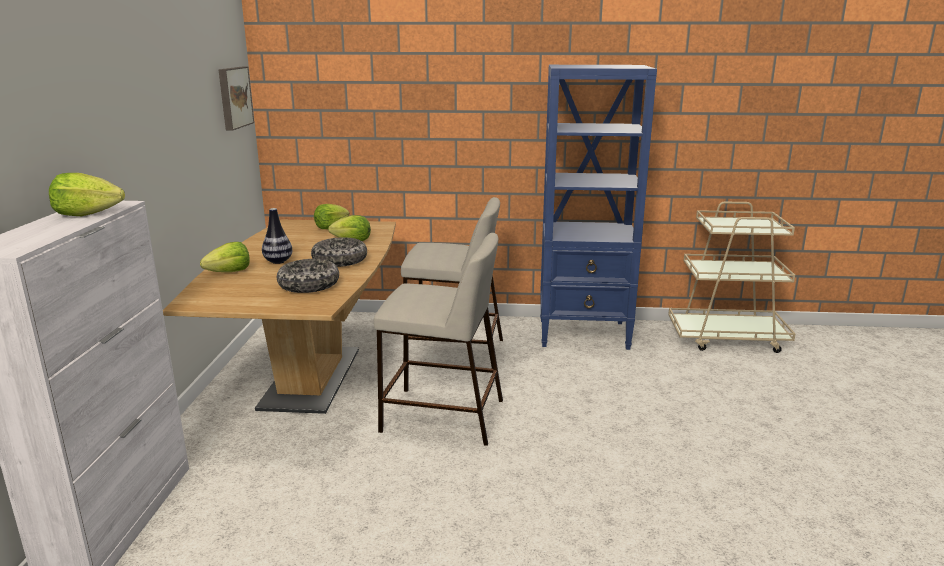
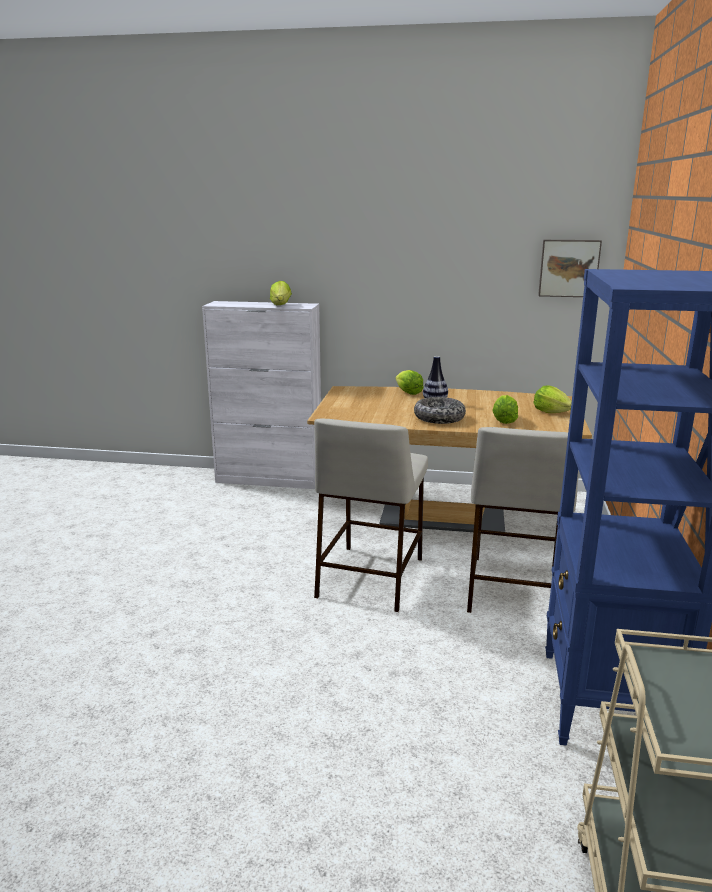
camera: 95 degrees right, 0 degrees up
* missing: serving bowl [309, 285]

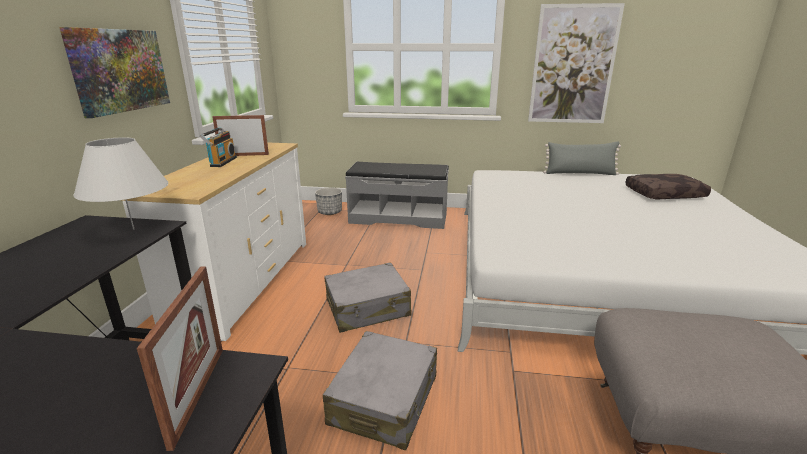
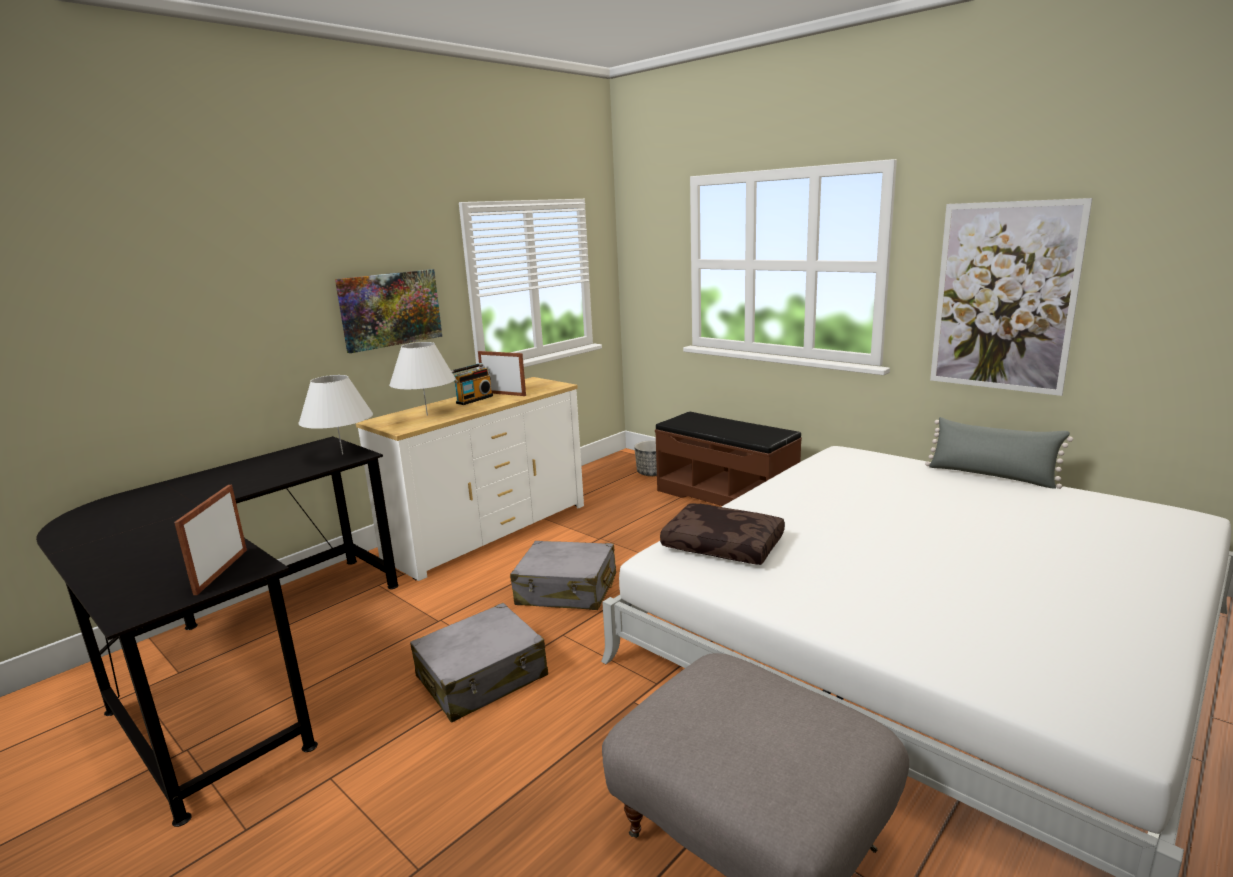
camera: 35 degrees right, 5 degrees down
* colour: long seat (gray) [398, 218] to long seat (brown-coloured) [726, 496]
* relocated: pillow (brown-coloured) [664, 194] to [724, 545]
* spun: standing frame [198, 393] = [221, 571] 150 degrees clockwise
* appeared: lamp for a table (white) [427, 415]

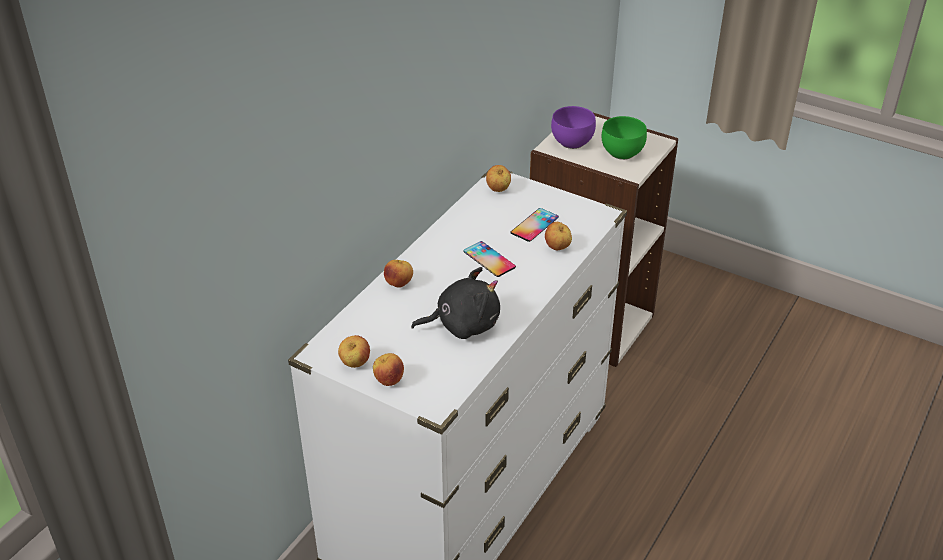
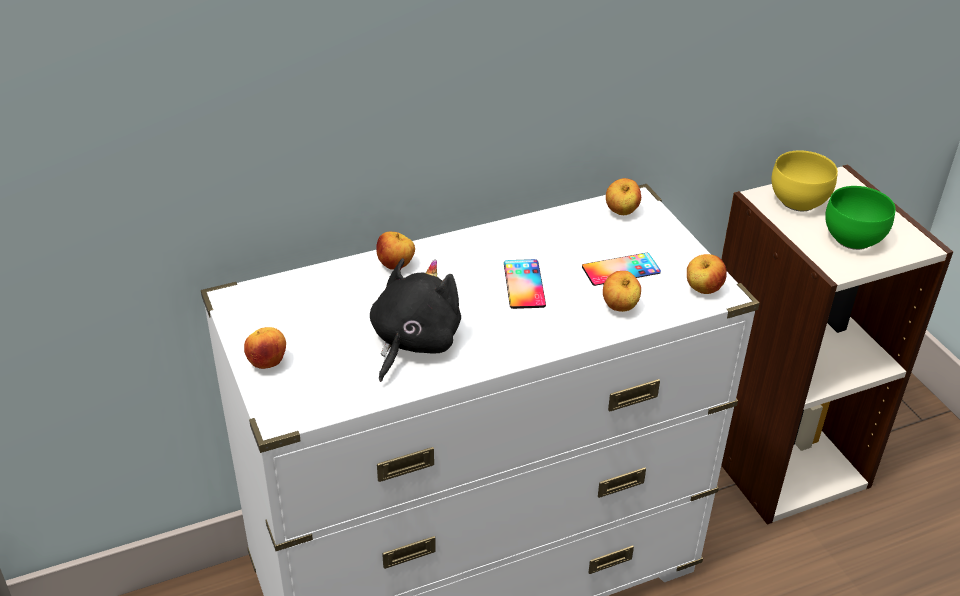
camera: 35 degrees right, 0 degrees up
* colour: serving bowl (purple) [573, 142] to serving bowl (yellowish) [800, 202]
* spun: plush toy (black) [463, 324] = [413, 342] 90 degrees counterclockwise
* relocated: whole apple [355, 364] to [702, 290]

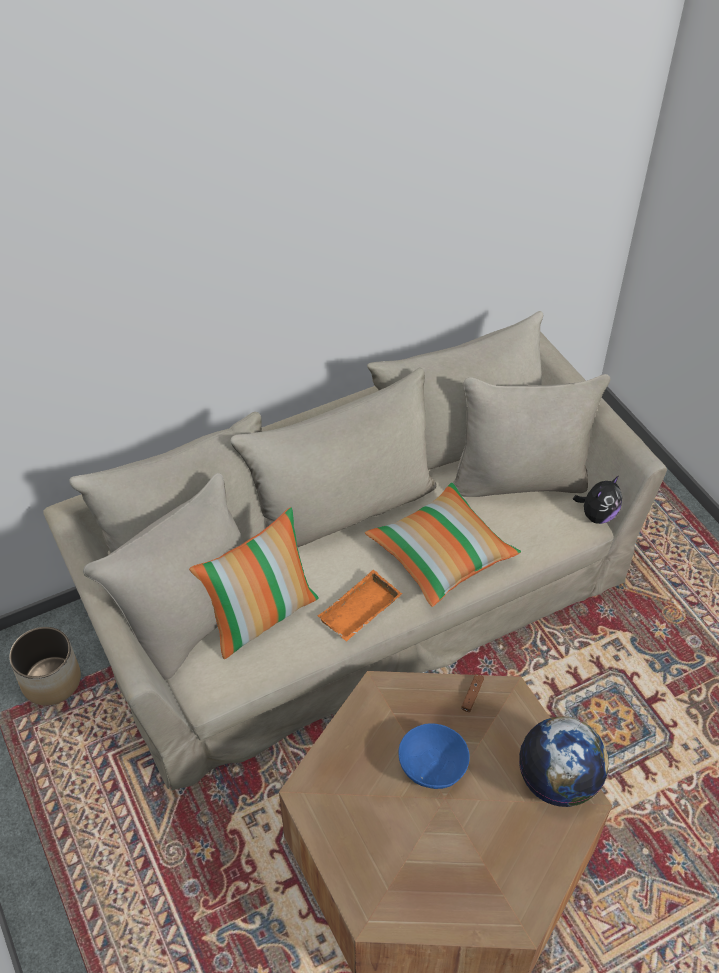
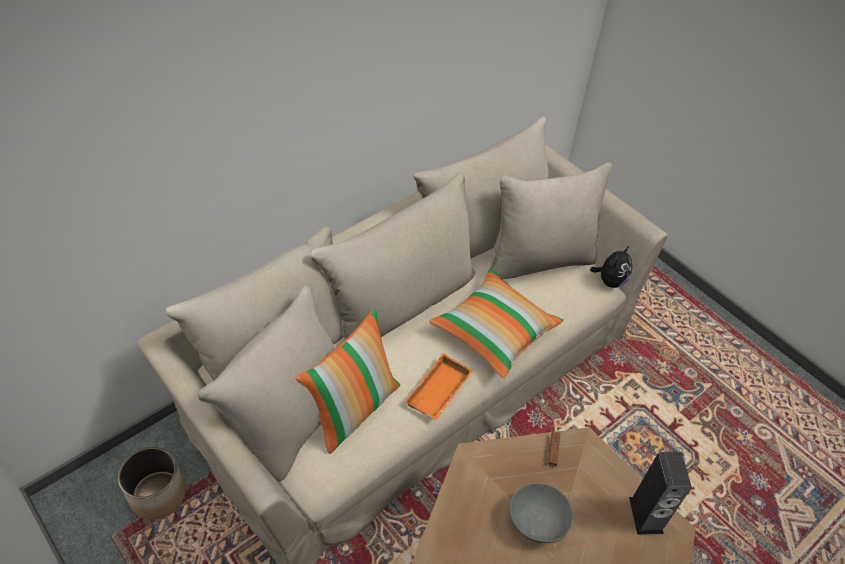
camera: 15 degrees left, 0 degrees up
* exchanged: desk globe [558, 781] to audio speaker [646, 515]
* colour: serving bowl (blue-coloured) [432, 766] to serving bowl (gray) [537, 521]

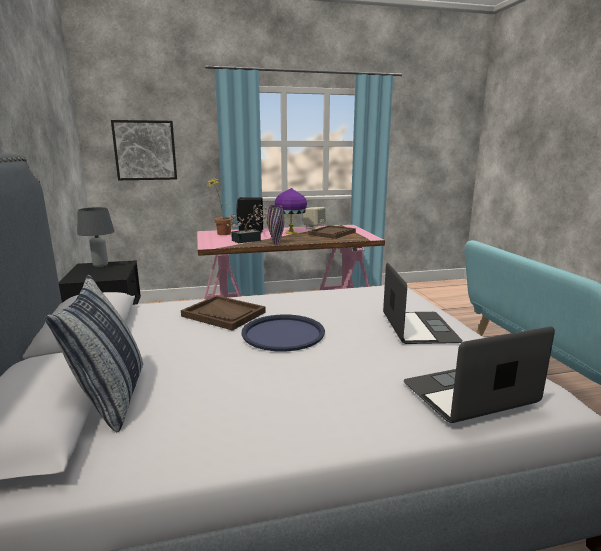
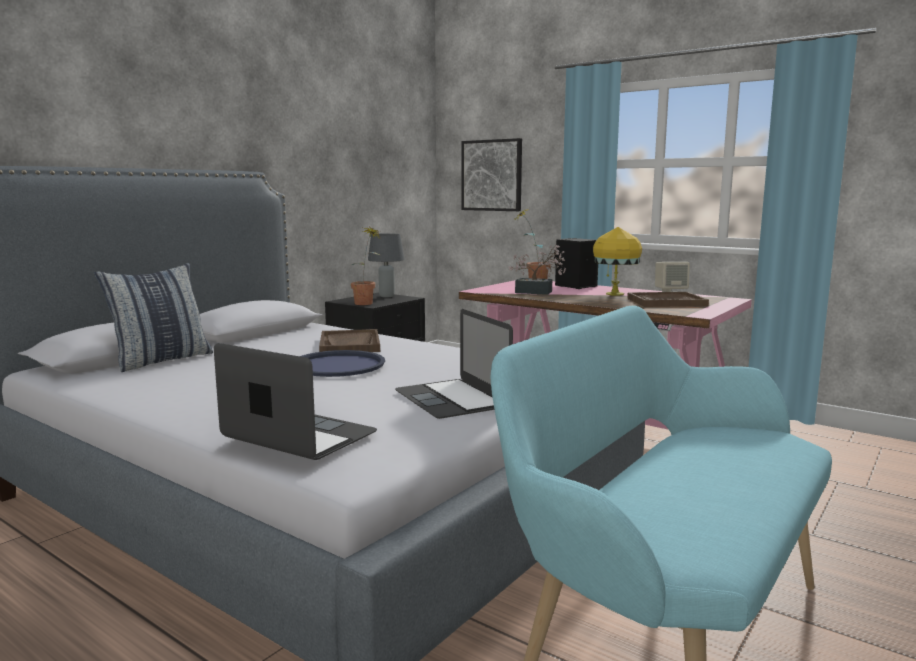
camera: 50 degrees right, 5 degrees down
* colour: lamp for a table (purple) [290, 233] to lamp for a table (yellowish) [615, 294]
* missing: flower vase (purple) [276, 243]
* spun: laptop [418, 327] = [452, 398] 105 degrees clockwise
* appeared: houseplant [367, 302]

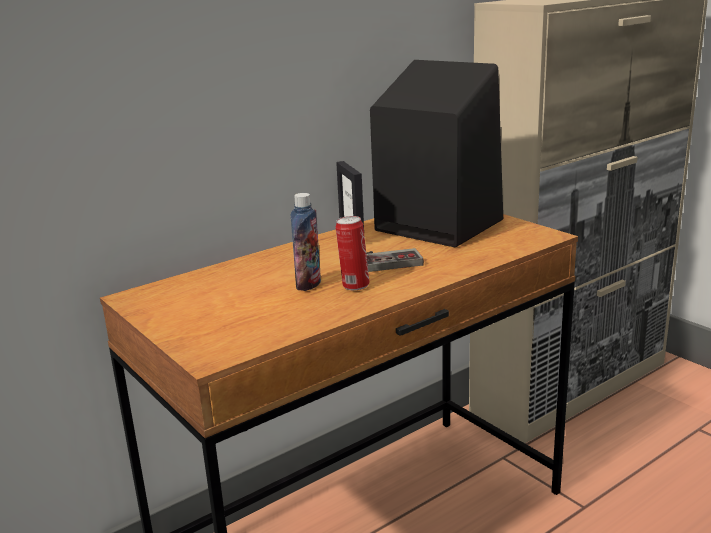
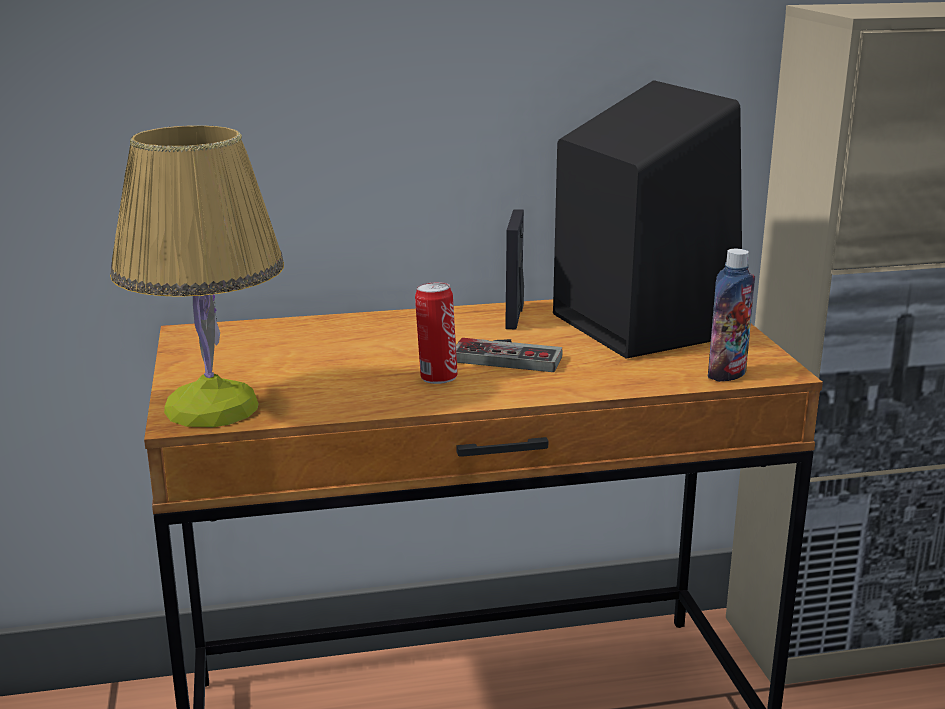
camera: 25 degrees right, 0 degrees up
* relocated: beverage bottle [308, 284] to [727, 374]
* appeared: lamp for a table [211, 408]

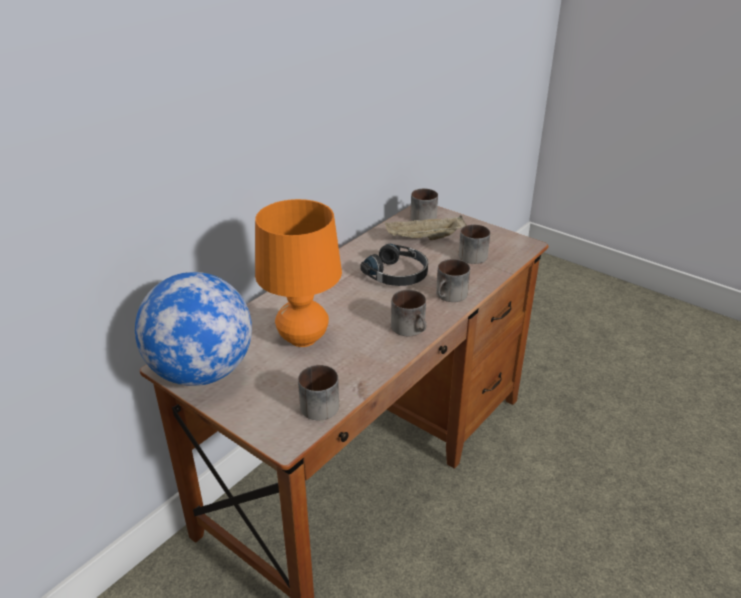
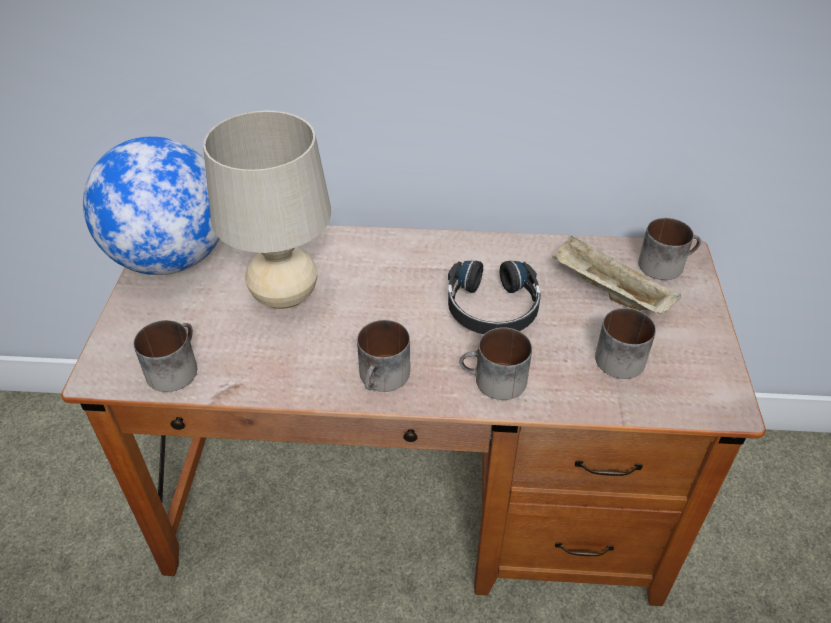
camera: 55 degrees right, 10 degrees up
* colour: lamp for a table (orange) [303, 338] to lamp for a table (beige) [284, 297]

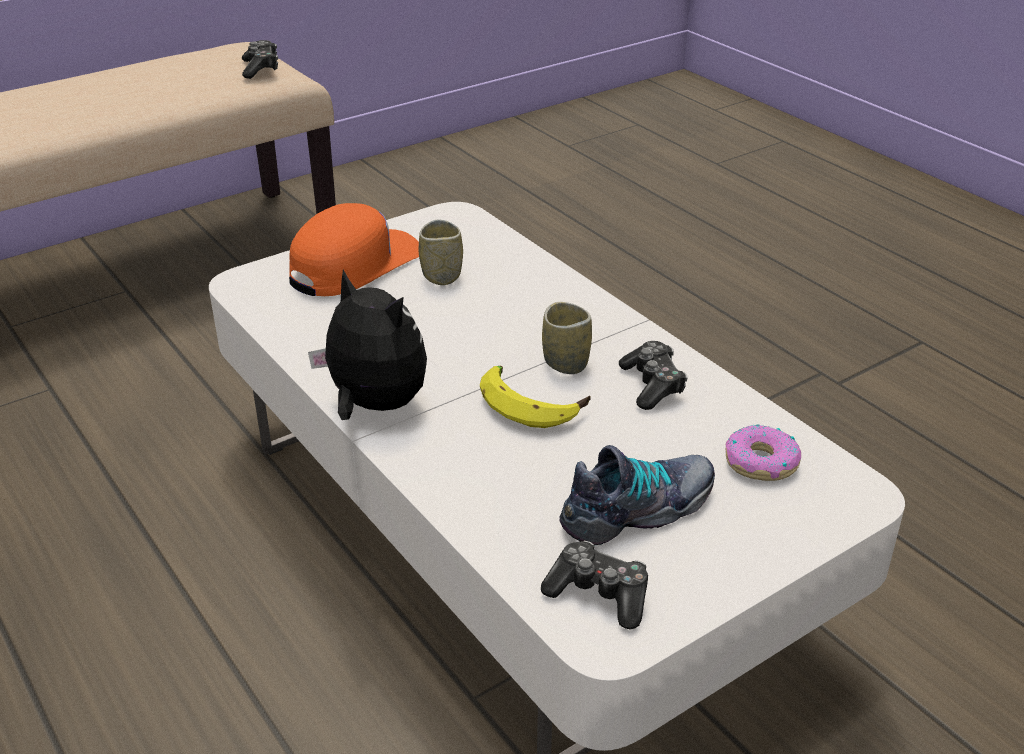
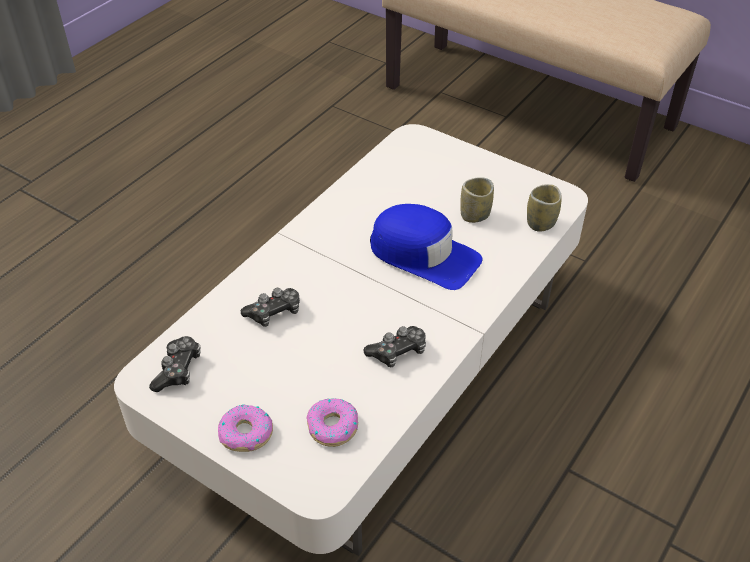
camera: 70 degrees right, 10 degrees up
* relocated: gamepad [261, 68] to [274, 312]
* missing: peaked cap (orange) [355, 264]
* missing: plush toy [374, 405]
* relocated: small cup [566, 363] to [541, 223]
* missing: banana [532, 404]
* missing: shoe [639, 511]
* appeared: peaked cap (blue-coloured) [424, 255]
* appeared: doughnut [246, 434]

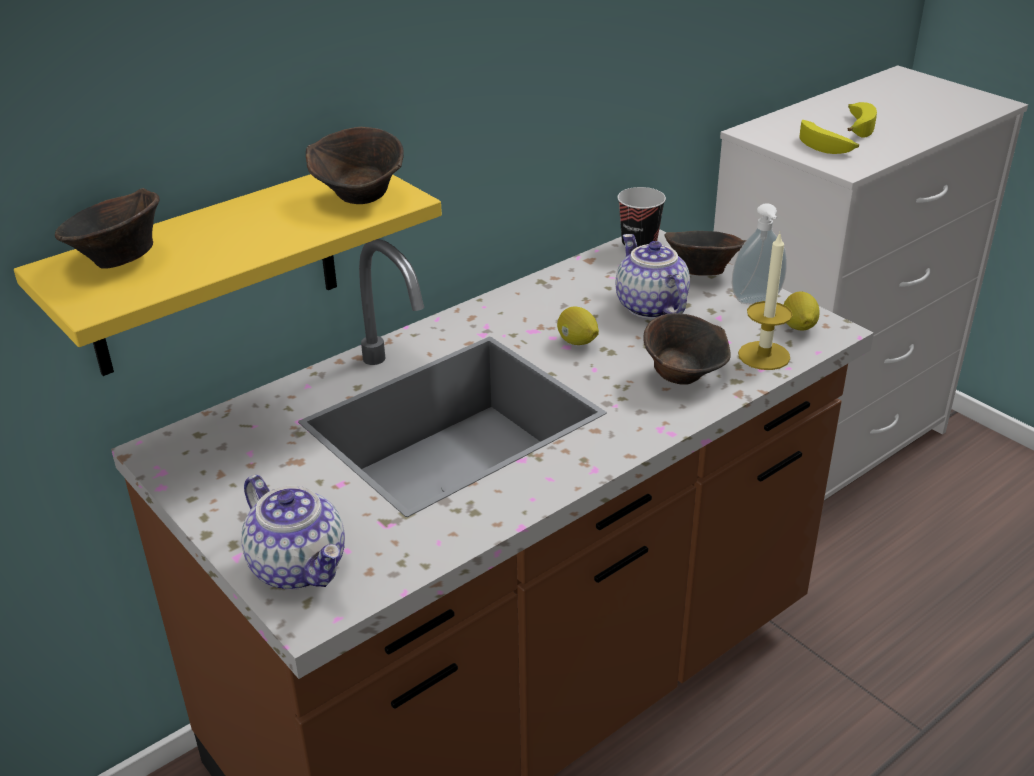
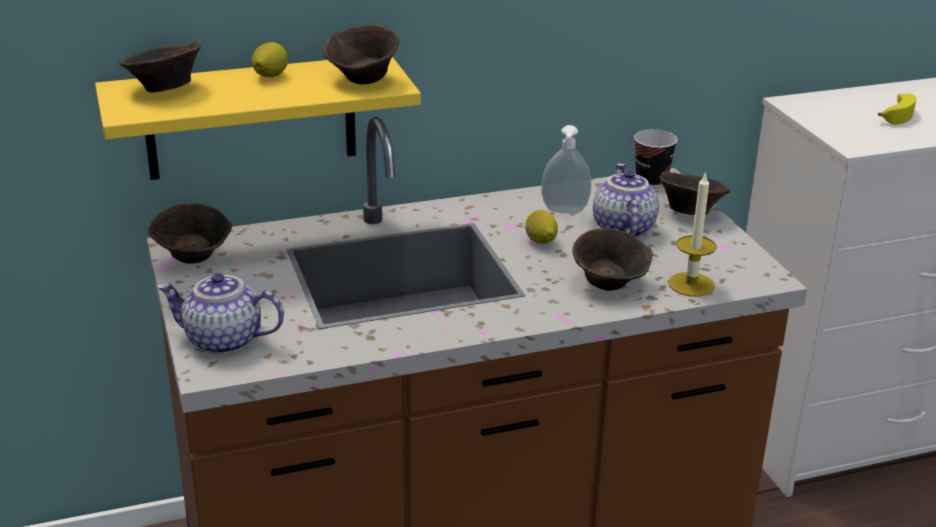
camera: 20 degrees right, 5 degrees down
* missing: banana [826, 145]
* relocated: soap bottle [757, 301] to [564, 211]
* relocated: lemon [798, 327] to [270, 76]
* spun: teapot [300, 566] = [222, 340] 120 degrees clockwise
* appeared: serving bowl (brown-coloured) [194, 257]

